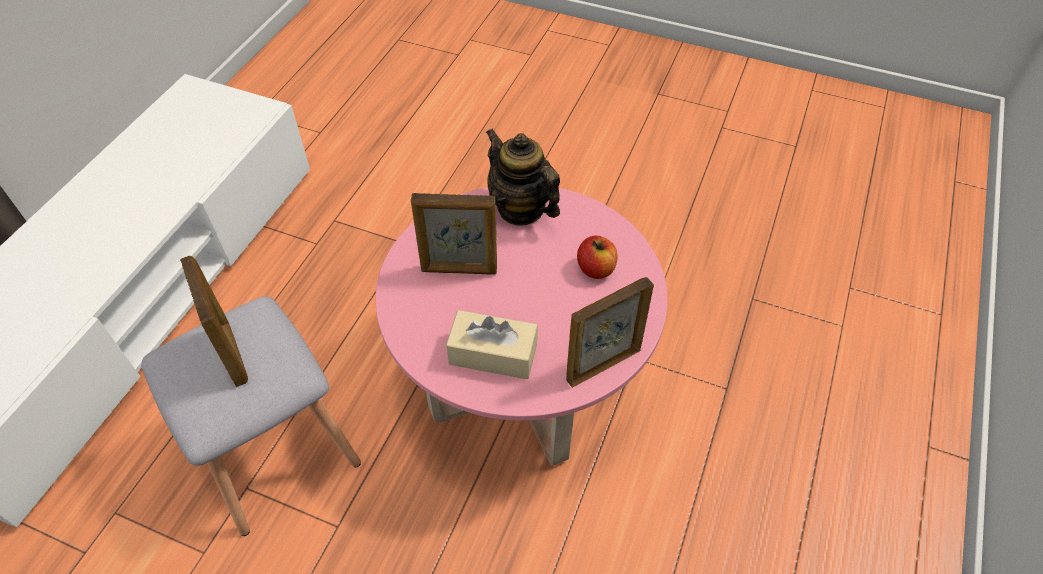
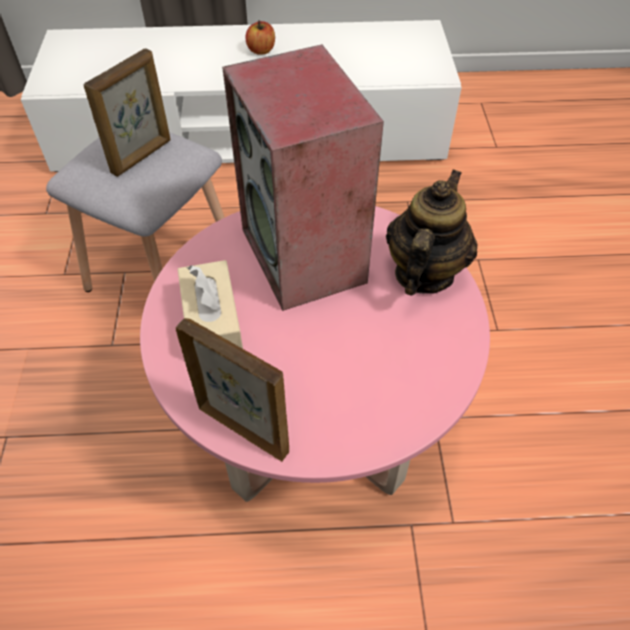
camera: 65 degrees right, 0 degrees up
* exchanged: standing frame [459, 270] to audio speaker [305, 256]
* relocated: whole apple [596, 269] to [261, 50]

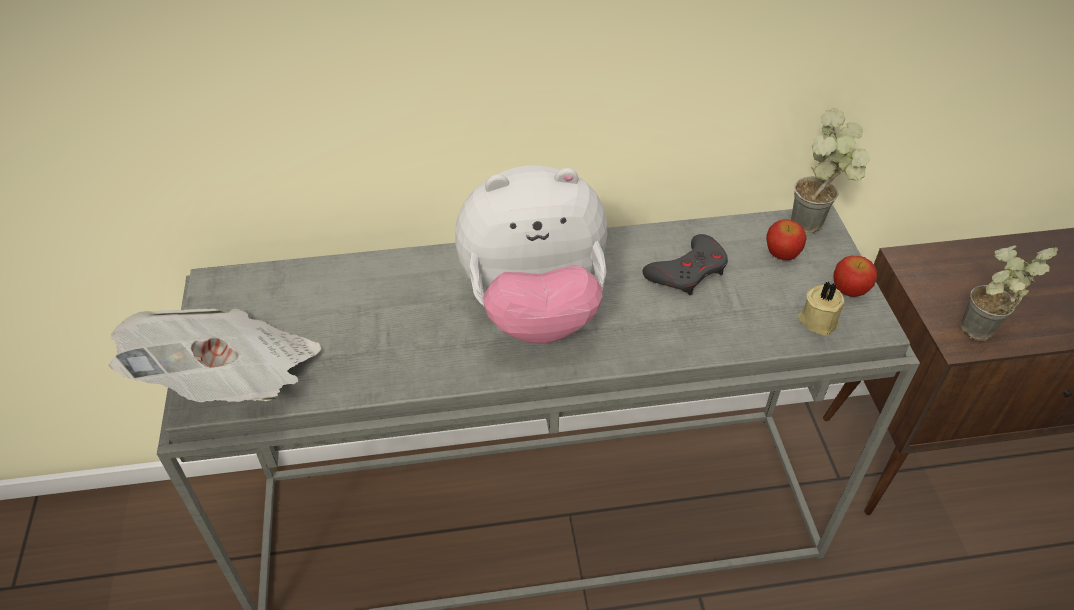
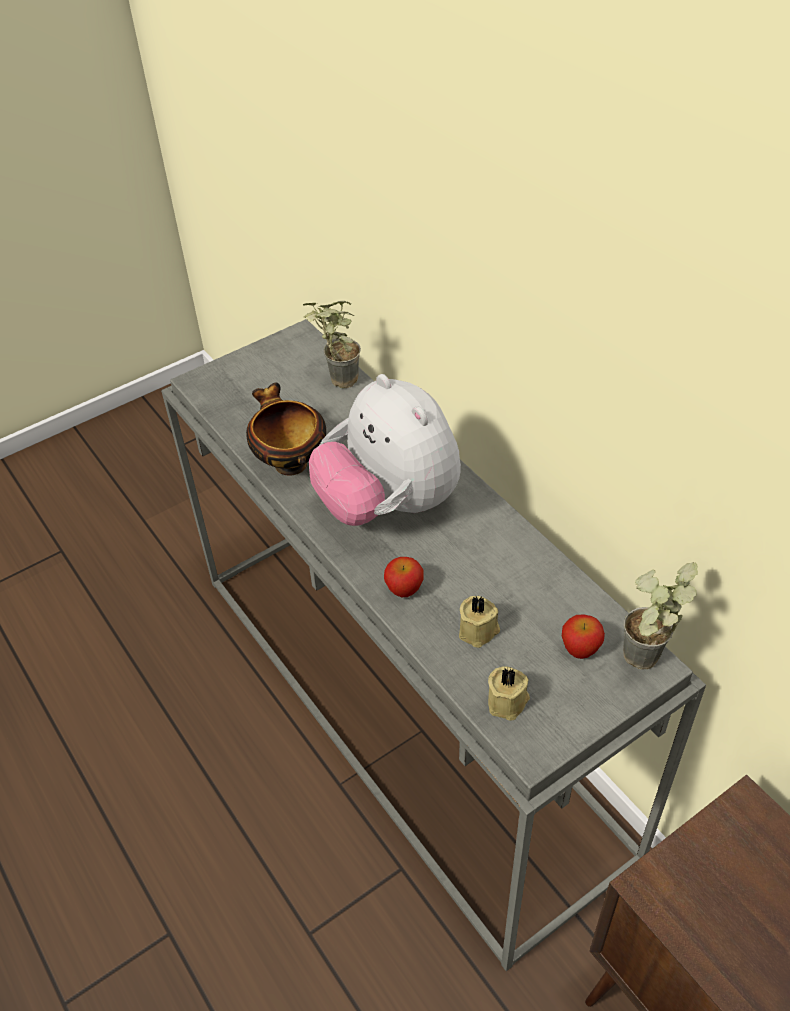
camera: 65 degrees right, 0 degrees up
* missing: gamepad (gray) [688, 271]
* relocated: houseplant [977, 337] to [336, 382]
* relocated: whole apple [849, 290] to [404, 589]
* missing: newspaper [233, 381]
* appeared: serving bowl [288, 462]
* appeared: wax candle (beige) [479, 631]

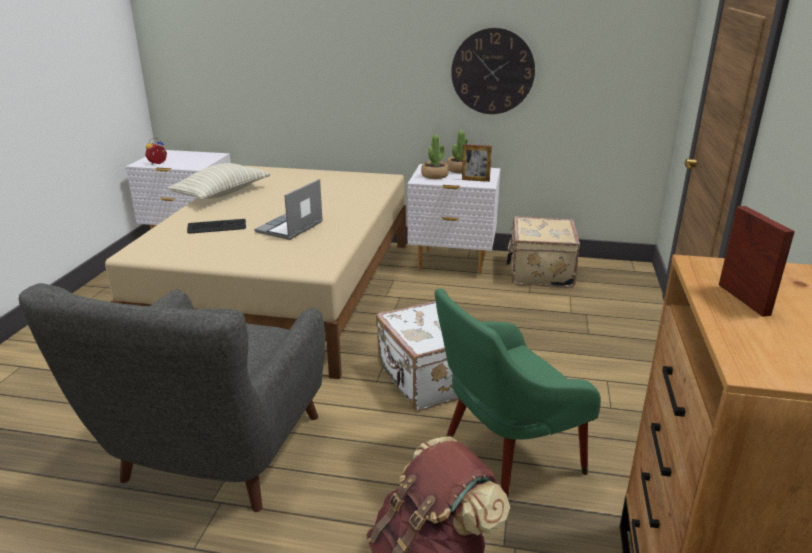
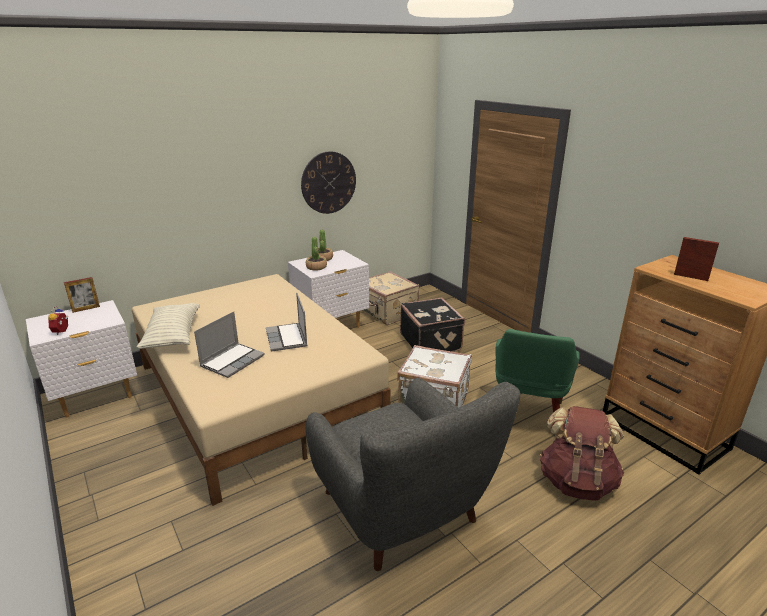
camera: 45 degrees left, 0 degrees up
* relocated: standing frame [475, 180] to [86, 309]
* exchanged: PC keyboard [217, 227] to laptop [232, 361]
* appeared: piece of luggage (black) [431, 342]

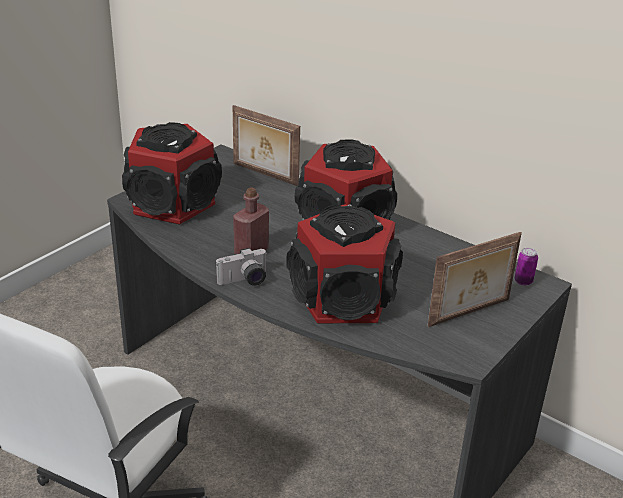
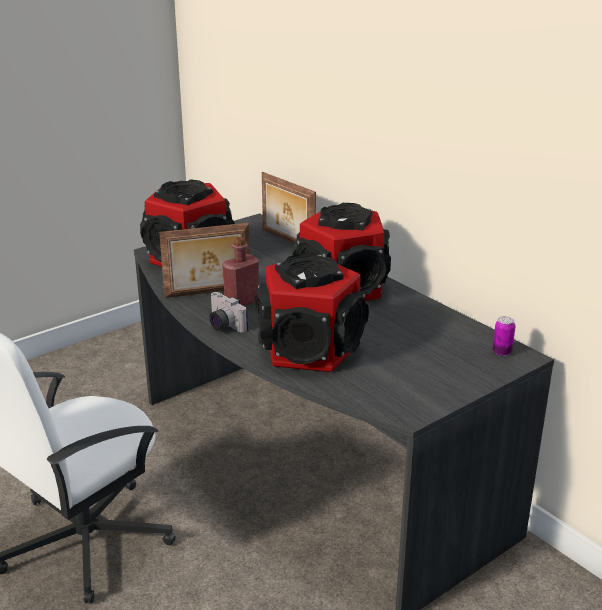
camera: 15 degrees right, 5 degrees down
* relocated: standing frame [470, 313] to [208, 293]
* spun: photo camera [244, 281] = [223, 325] 60 degrees clockwise

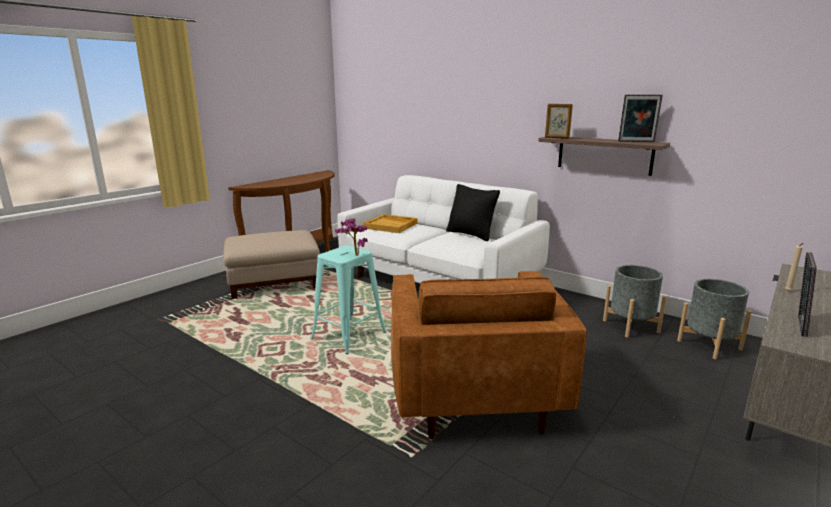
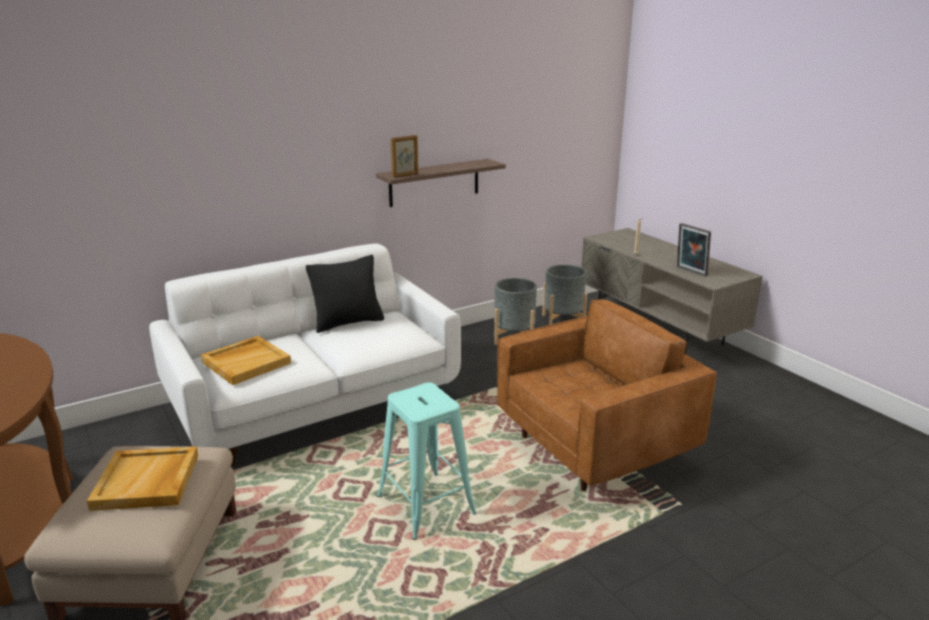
camera: 70 degrees left, 5 degrees up
* missing: standing frame [636, 142]
* missing: houseplant [354, 255]
* spun: lounge chair (brown-coloured) [473, 395] = [595, 448] 45 degrees counterclockwise
* appeared: carrying tray (beige) [147, 482]

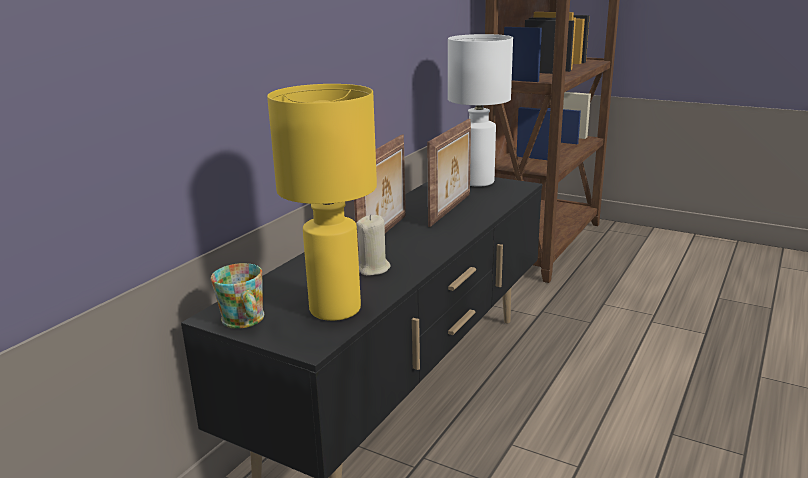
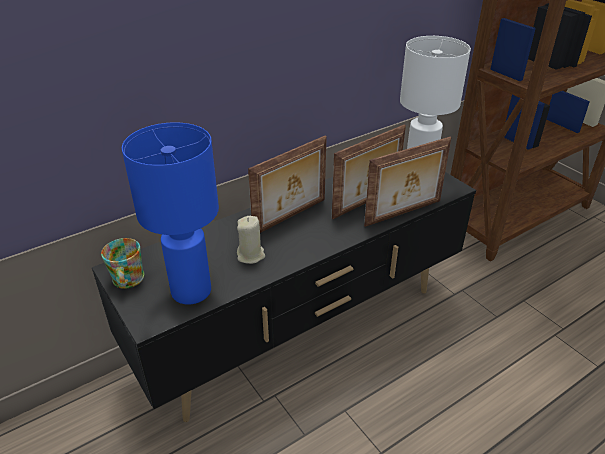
camera: 25 degrees right, 15 degrees up
* colour: lamp for a table (yellowish) [333, 309] to lamp for a table (blue-coloured) [190, 291]
* appeared: standing frame [404, 214]

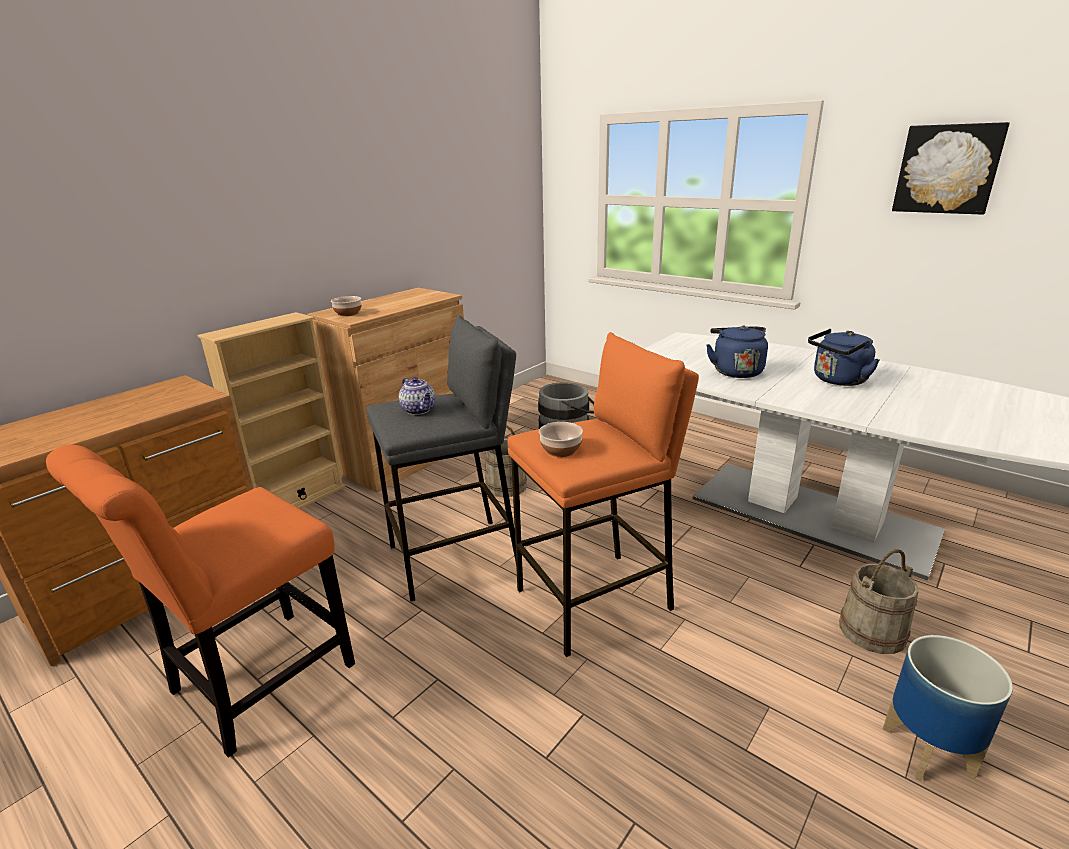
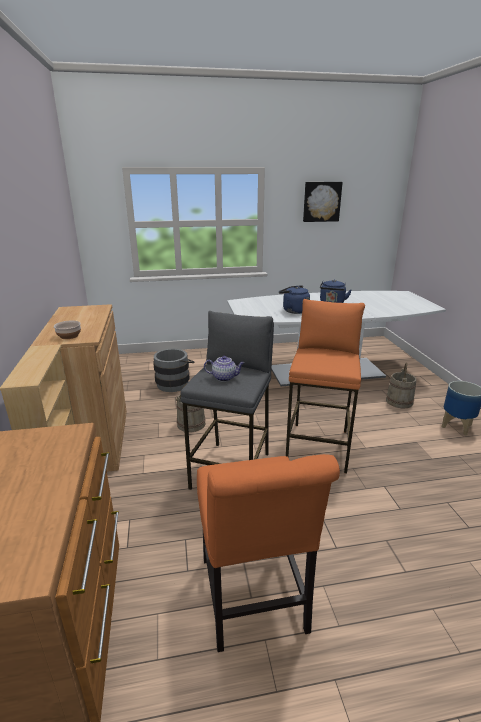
camera: 50 degrees left, 0 degrees up
* missing: serving bowl [561, 450]

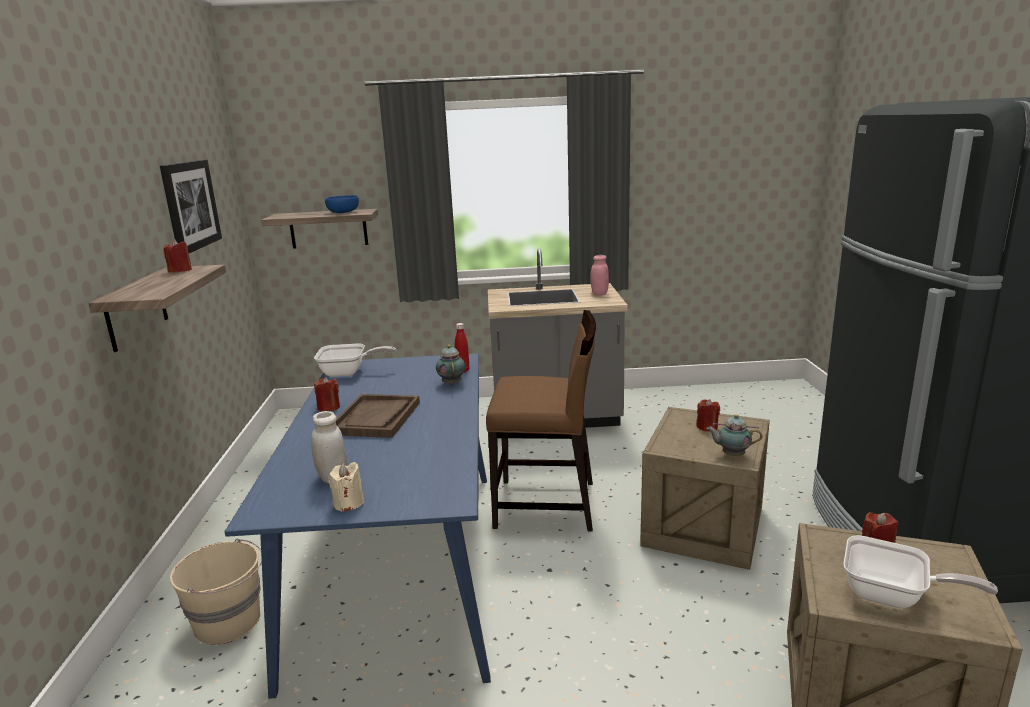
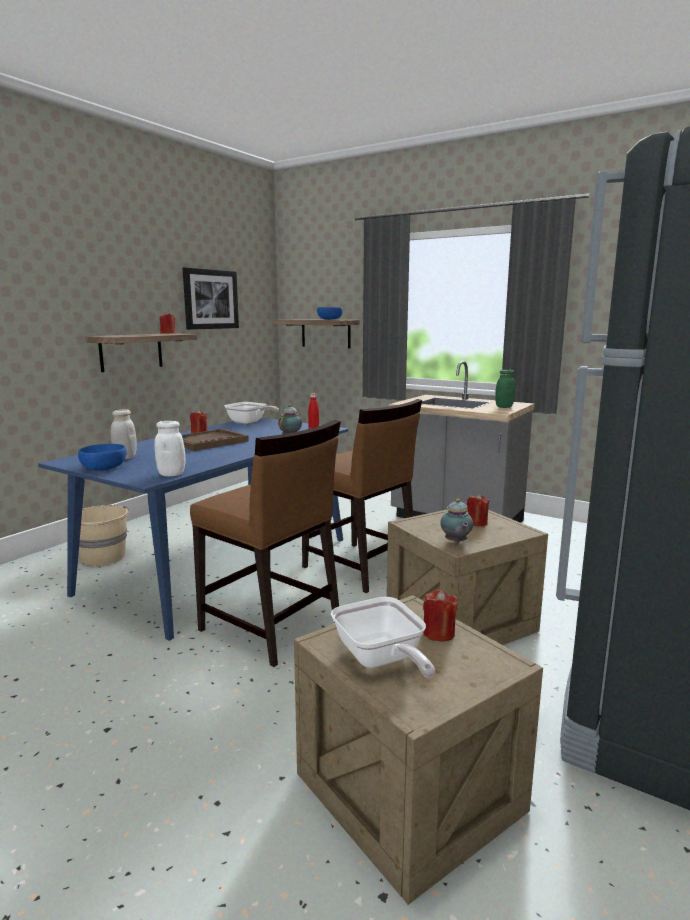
camera: 35 degrees right, 5 degrees down
* colour: preserve jar (pinkish) [599, 293] to preserve jar (green-coloured) [504, 407]
* spun: teapot [731, 455] = [456, 542] 150 degrees counterclockwise
* exchanged: wax candle (beige) [348, 503] to serving bowl (blue-coloured) [104, 468]
* appeared: chair (brown-coloured) [270, 627]
* appeared: preserve jar (white) [171, 474]

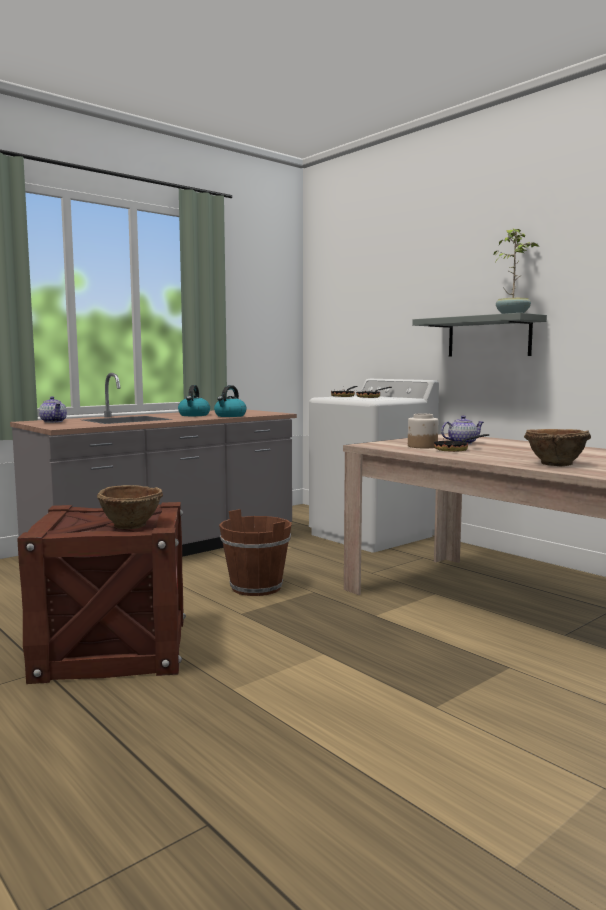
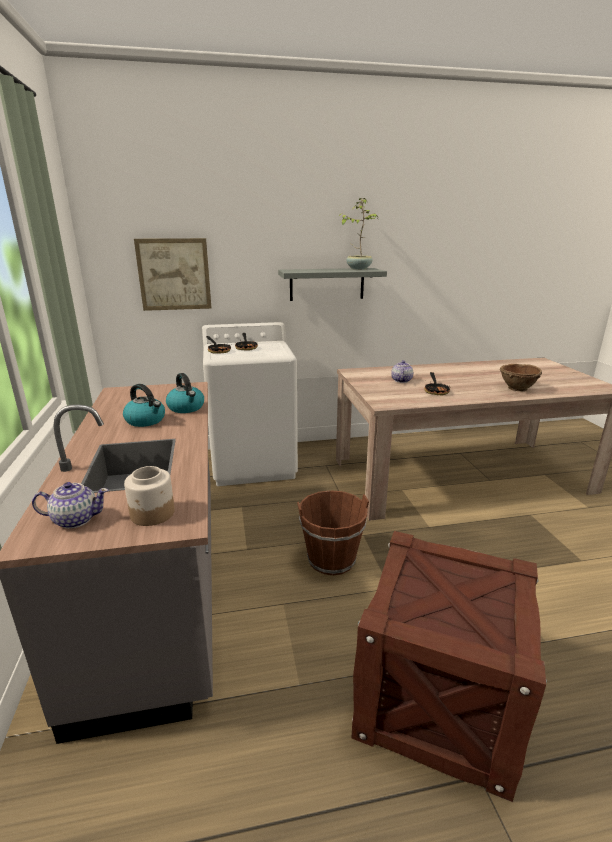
camera: 60 degrees left, 15 degrees up
* relocated: preserve jar [422, 446] to [152, 514]
* missing: serving bowl (brown-coloured) [132, 525]
* appeared: wall picture [174, 274]

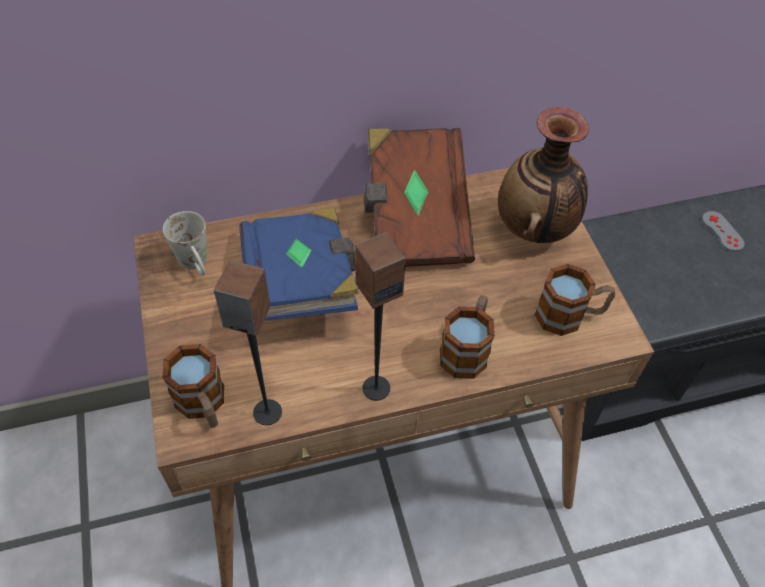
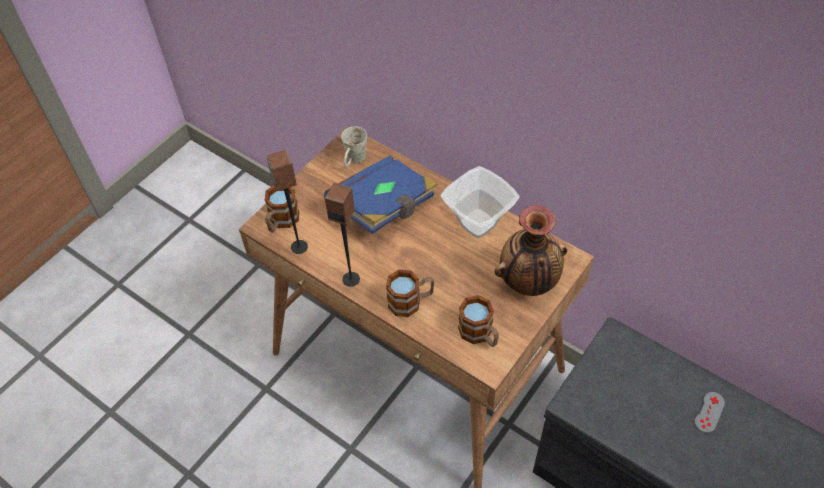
camera: 55 degrees right, 0 degrees up
* exchanged: volume (brown-coloured) [414, 218] to serving bowl [476, 223]

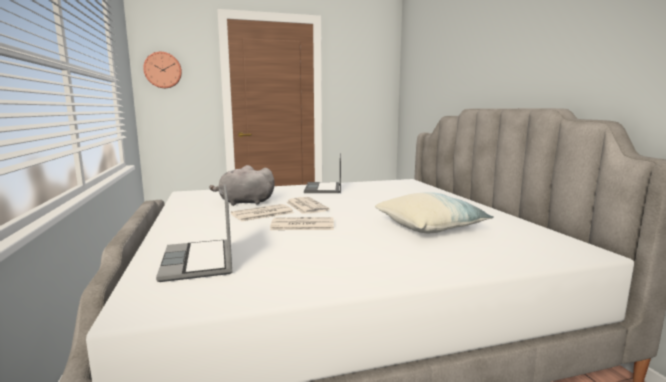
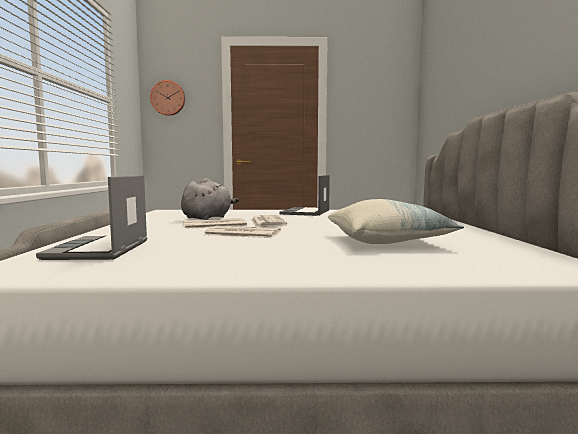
camera: 15 degrees right, 5 degrees down
* spun: plush toy (gray) [244, 202] = [208, 218] 105 degrees clockwise

